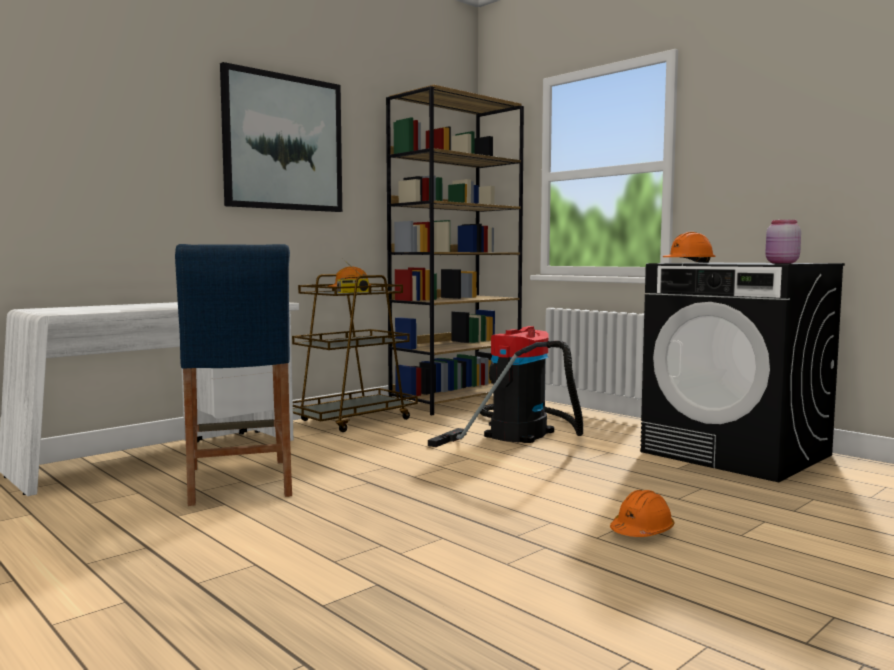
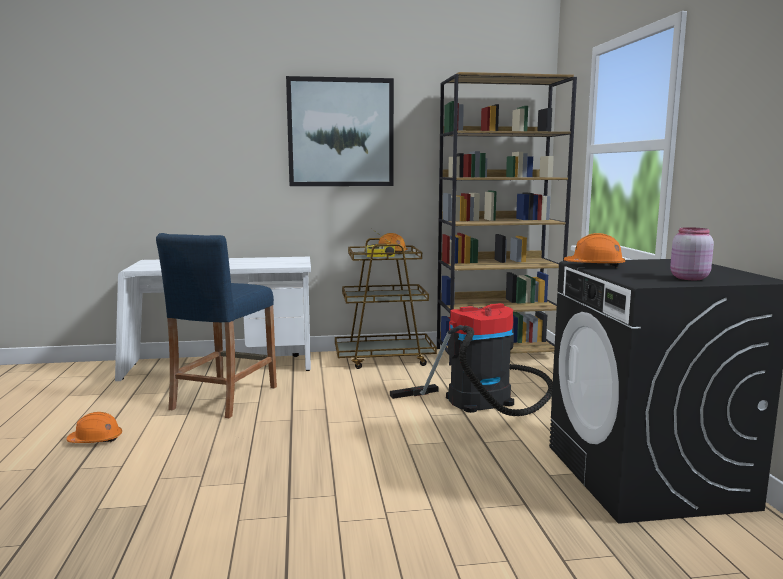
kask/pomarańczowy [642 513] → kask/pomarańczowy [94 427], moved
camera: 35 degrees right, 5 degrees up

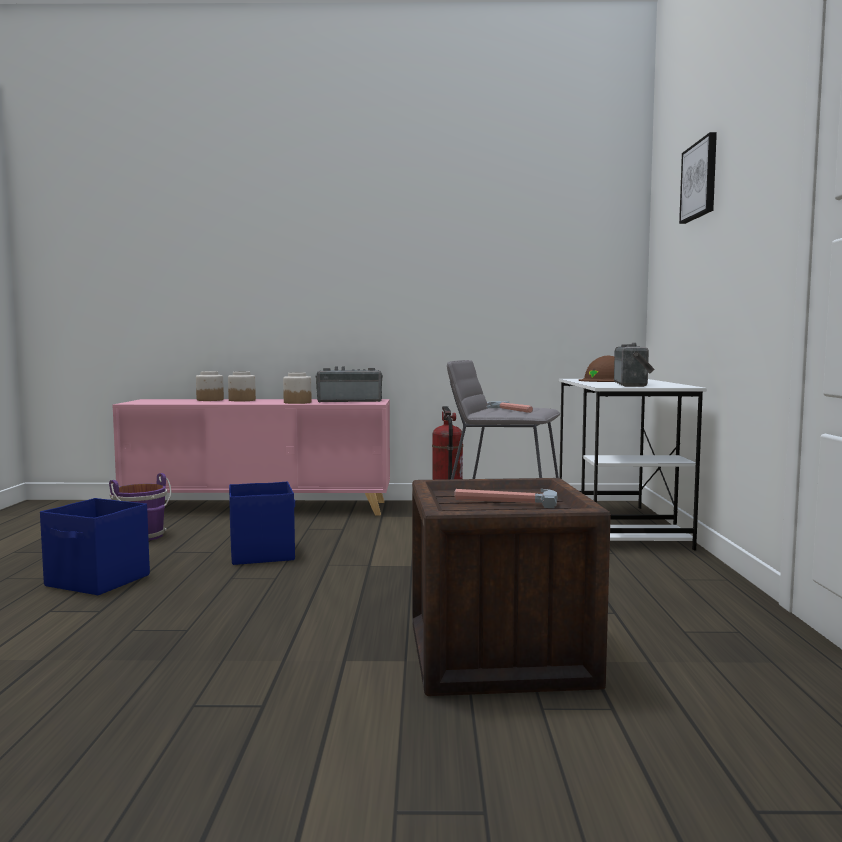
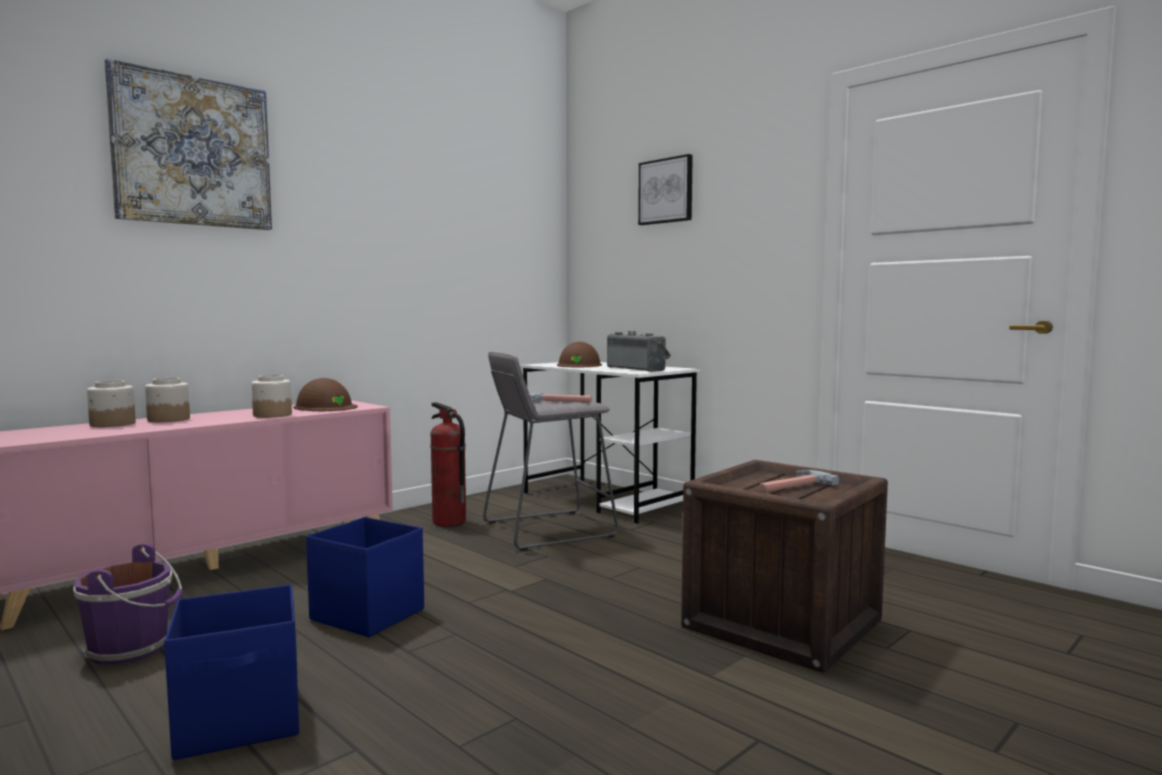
radio [349 384] → kask/brązowy [326 394]
- → obraz [188 144]
camera: 45 degrees left, 0 degrees up

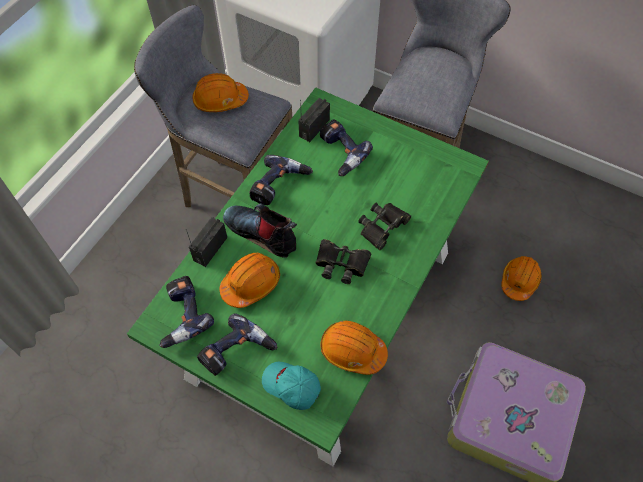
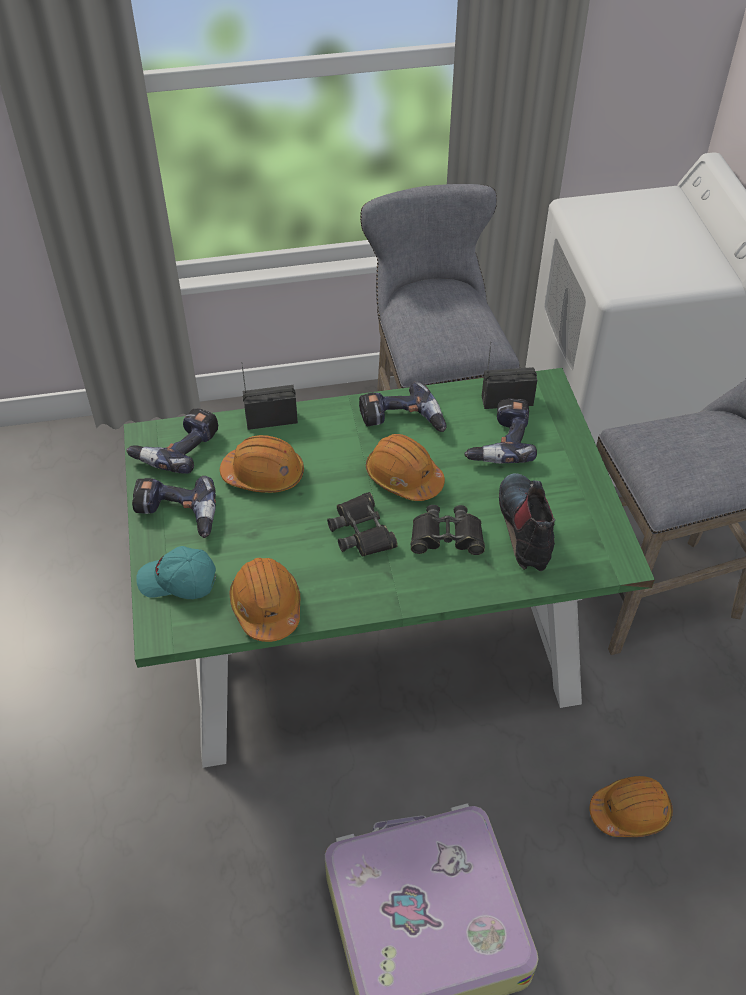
kask/pomarańczowy [220 92] → kask/pomarańczowy [405 467], moved
but z cholewką [260 230] → but z cholewką [527 522], moved
czapka z daszkiem/turkusowy [291 386] → czapka z daszkiem/turkusowy [176 572], 75 degrees counterclockwise
camera: 50 degrees right, 10 degrees down

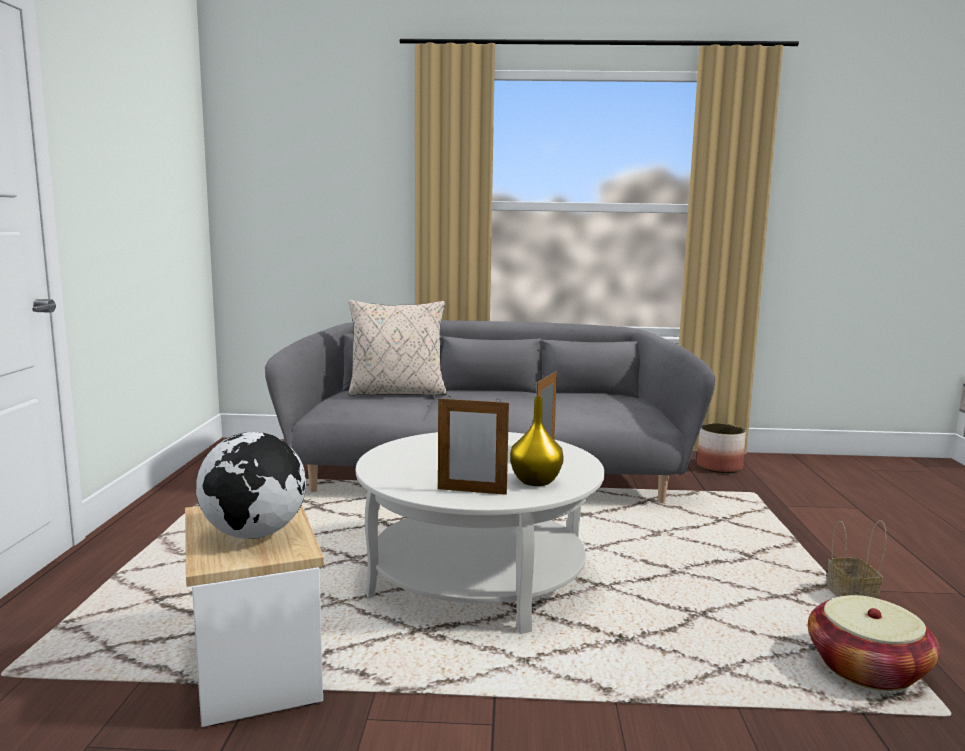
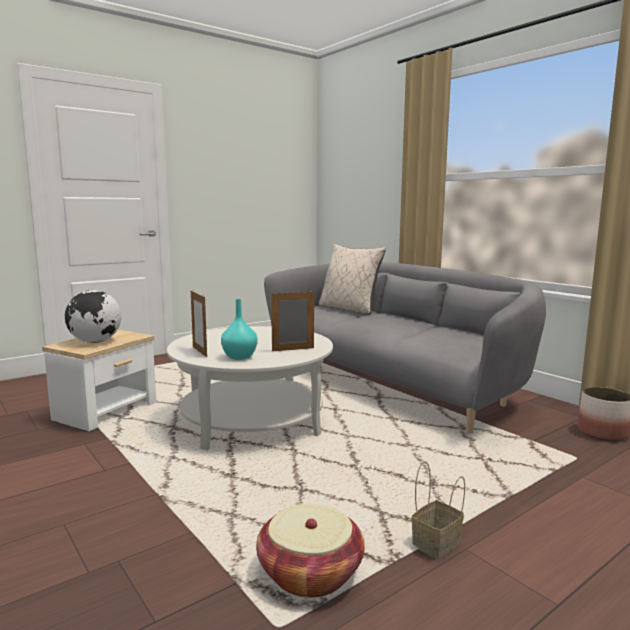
wazon/żółty [537 441] → wazon/turkusowy [239 329]
camera: 50 degrees right, 0 degrees up

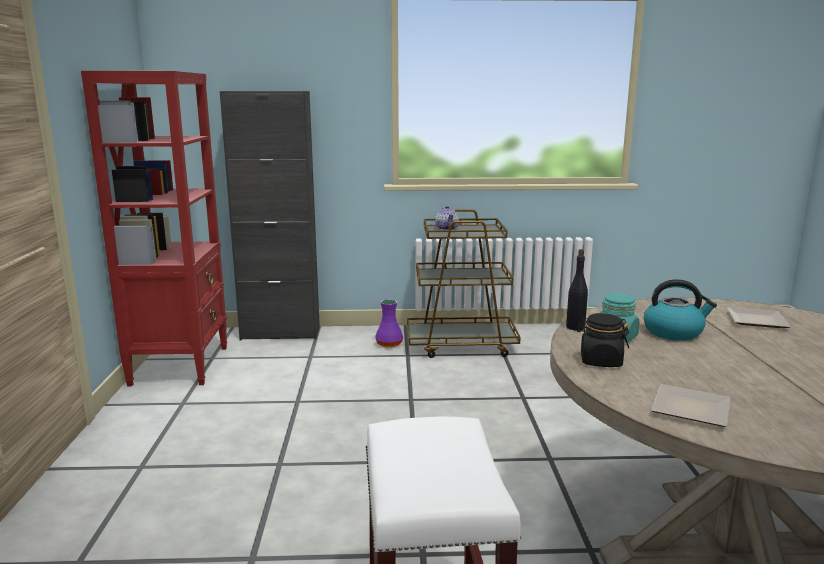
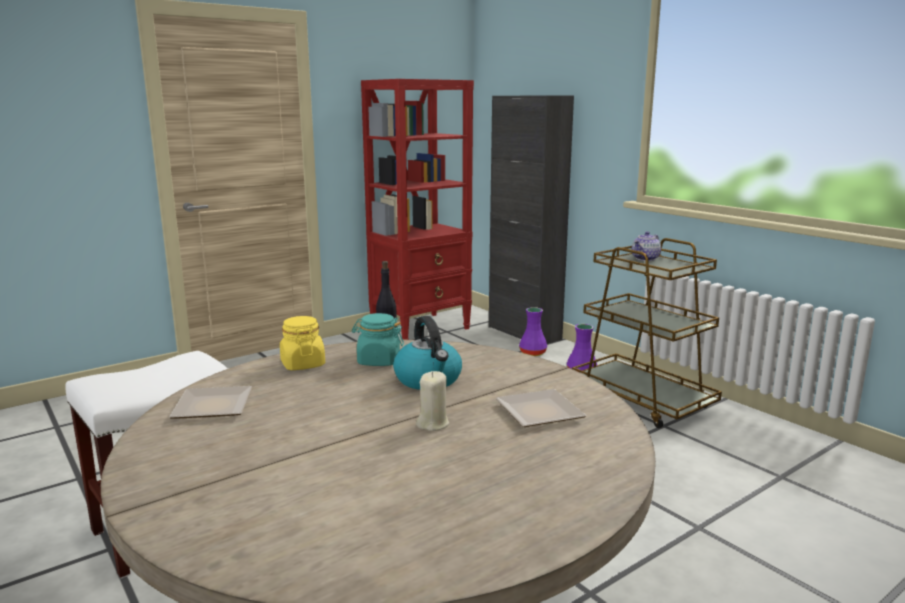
słoik/czarny [603 340] → słoik/żółty [302 343]
- → świeca/beżowy [432 401]
- → wazon/fioletowy [533 331]
camera: 55 degrees right, 0 degrees up

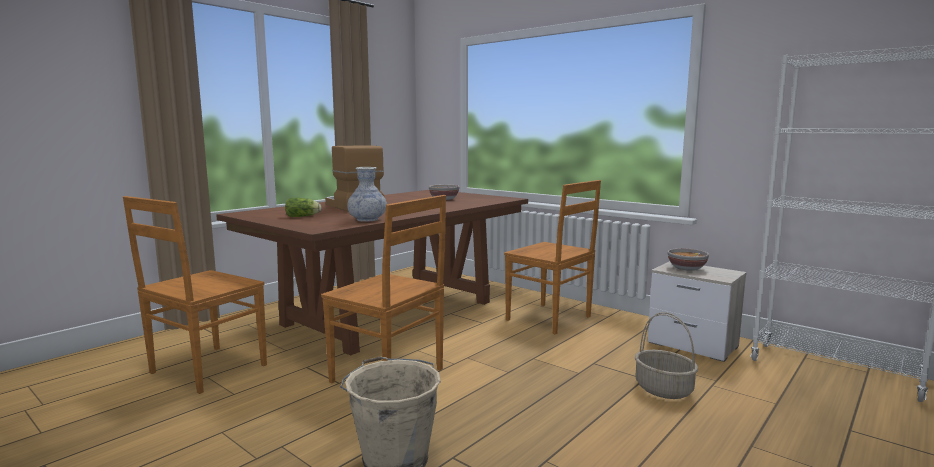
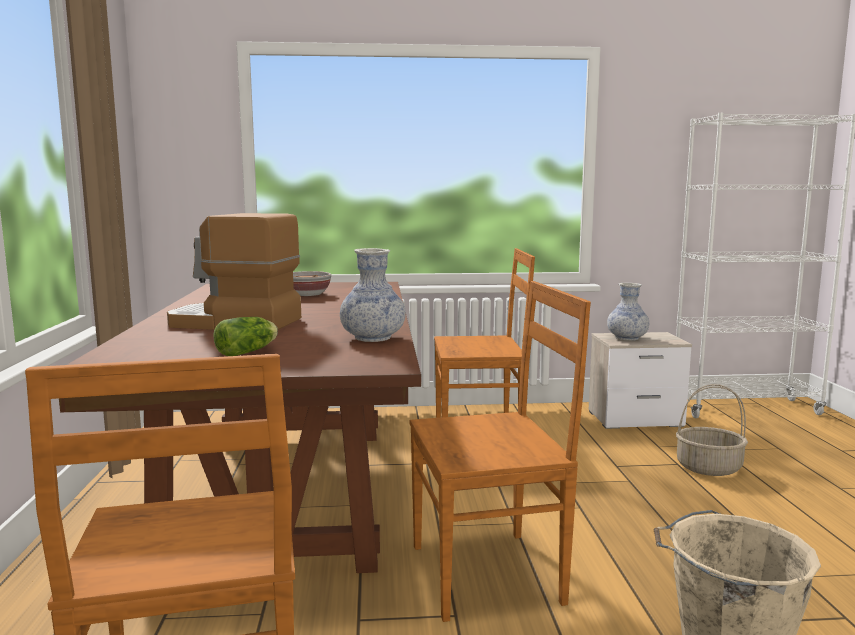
miska [688 259] → wazon [628 312]
camera: 45 degrees left, 0 degrees up

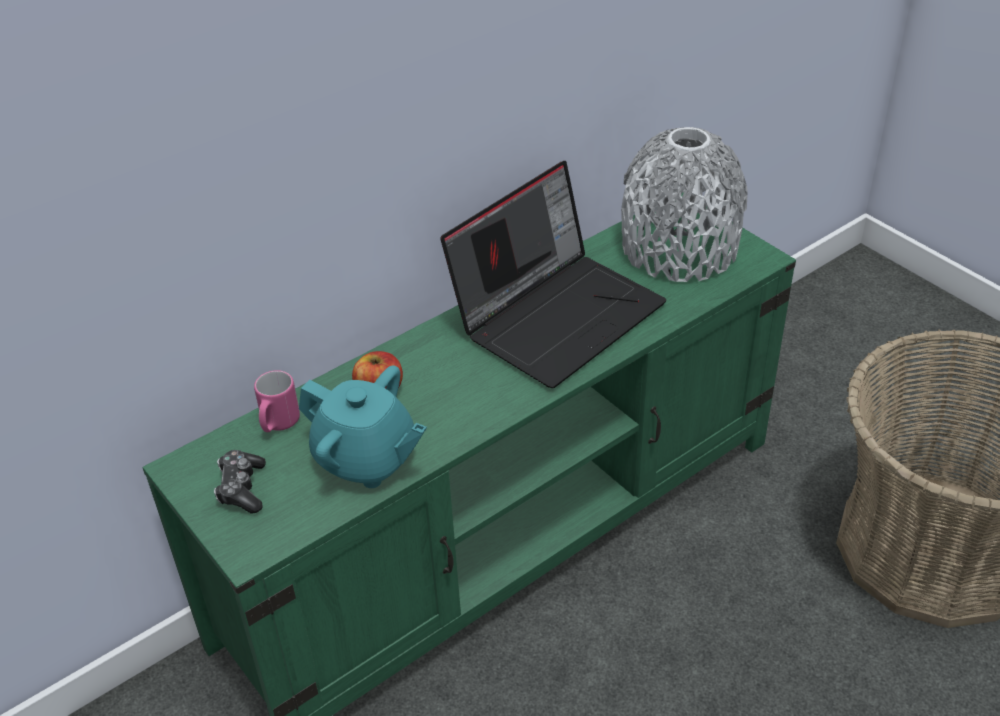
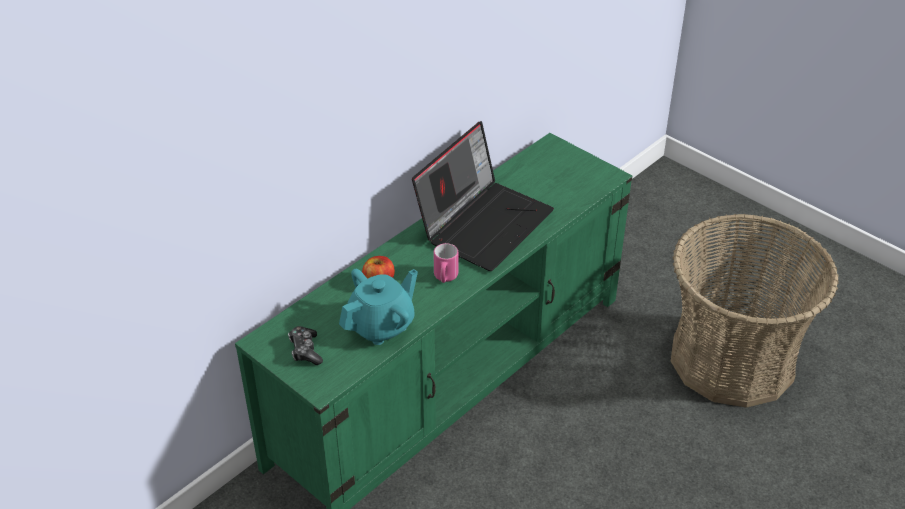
kubek/różowy [277 401] → kubek/różowy [446 263], moved
imbryk/turkusowy [363 427] → imbryk/turkusowy [378 307], 60 degrees counterclockwise
wazon/szary [684 204] → -
camera: 10 degrees left, 0 degrees up

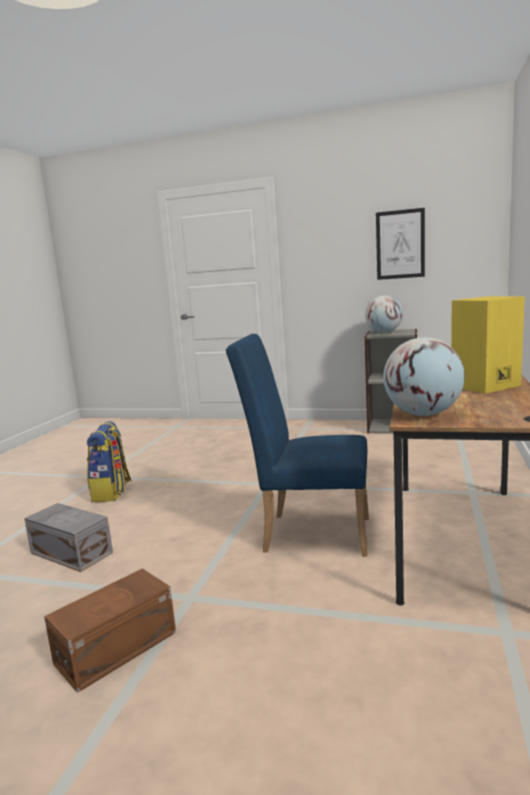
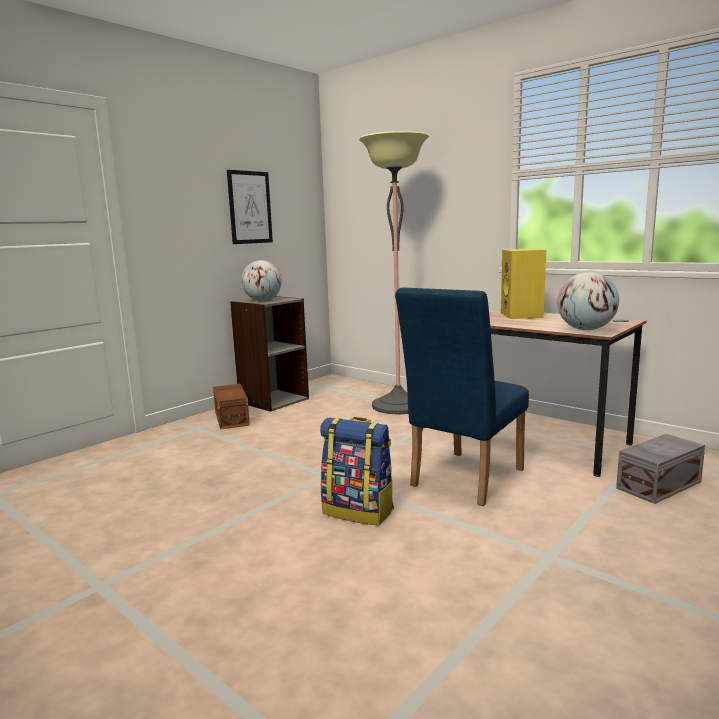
pojemnik do przechowywania/szary [68 537] → pojemnik do przechowywania/szary [660 469], moved
pojemnik do przechowywania/brązowy [110 630] → pojemnik do przechowywania/brązowy [231 407], moved
plecak [109 461] → plecak [357 471], moved
- → lampa stojąca [394 273]
camera: 65 degrees left, 0 degrees up

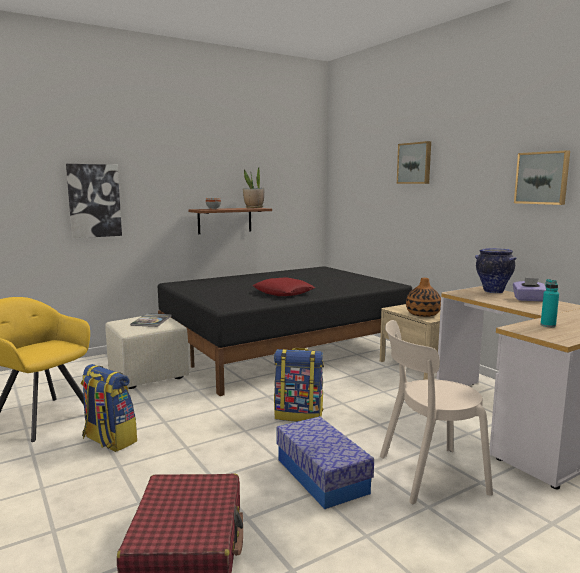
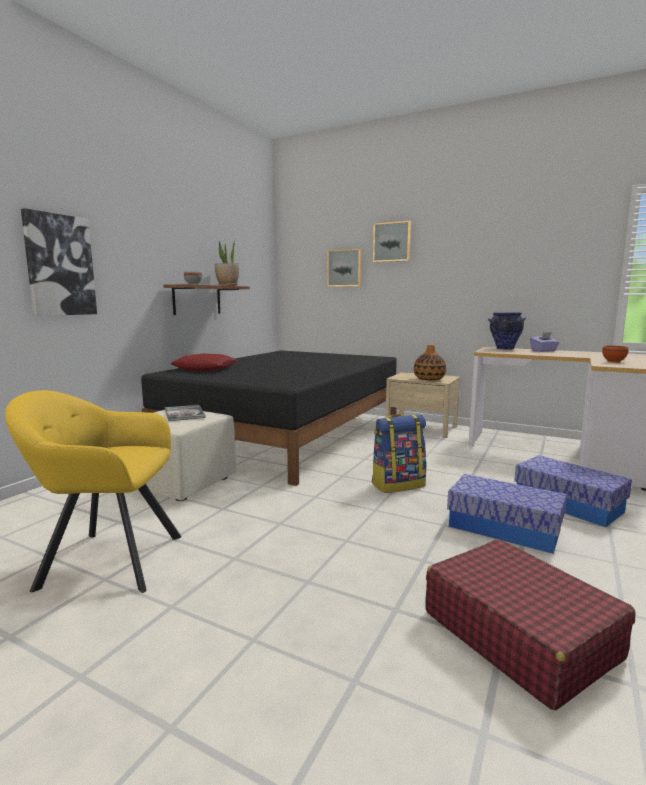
plecak [109 408] → -
poduszka/czerwony [284 286] → poduszka/czerwony [204 362], moved
krzesło/beżowy [436 412] → pojemnik do przechowywania [573 491]
obraz [542 177] → obraz [345 268], moved
butelka/turkusowy [550 303] → miska/brązowy [615 354]
camera: 30 degrees left, 0 degrees up

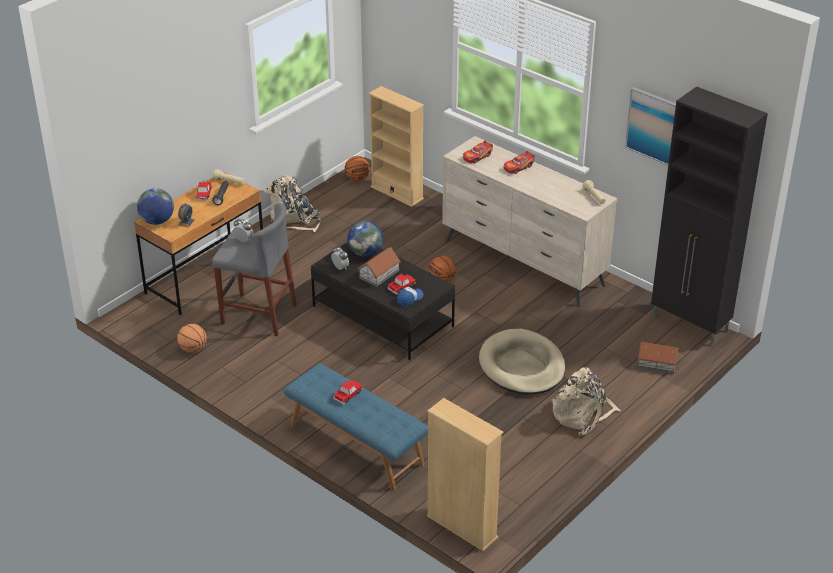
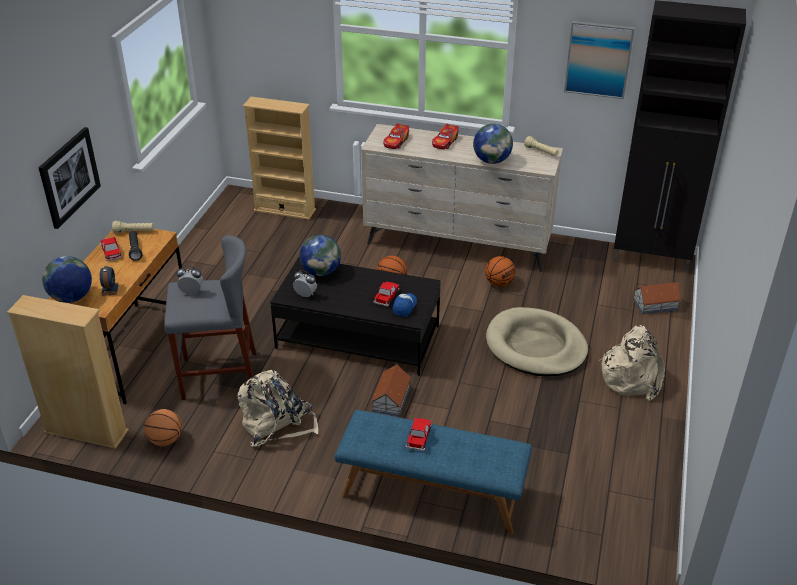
plecak/beżowy [293 203] → plecak/beżowy [278 408], moved
piłka do koszykówki [357 168] → piłka do koszykówki [500 271], moved
domek [379 267] → domek [391 391], moved
regał/beżowy [465 474] → regał/beżowy [68 372], moved
- → obraz [69 178]
- → globus [493 144]
camera: 25 degrees left, 0 degrees up

